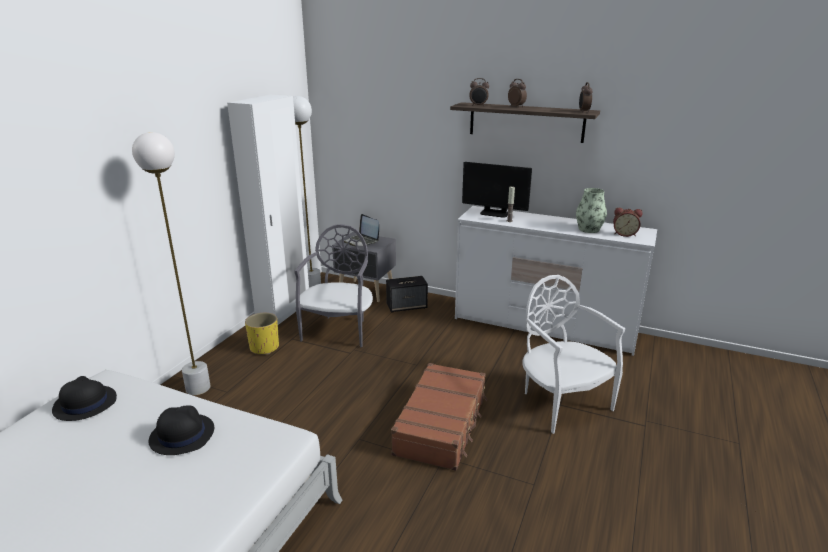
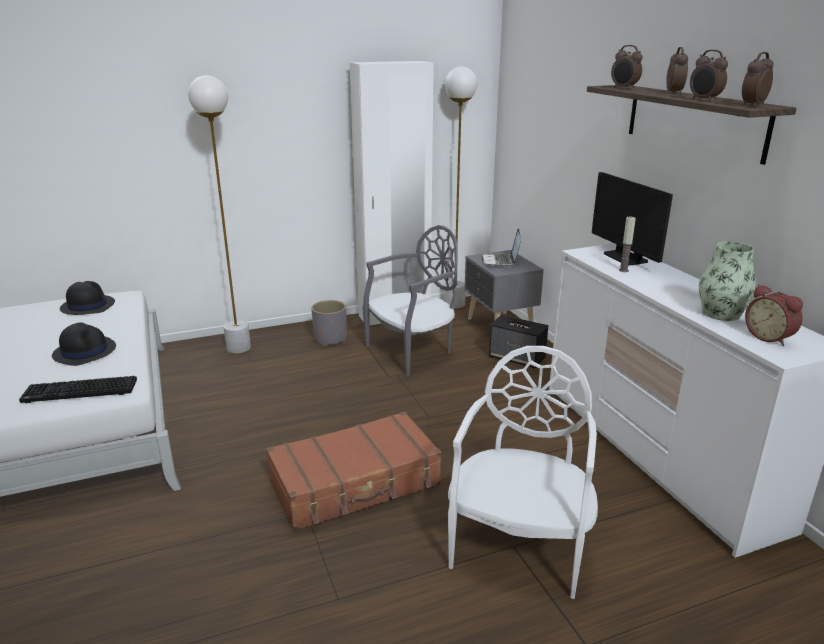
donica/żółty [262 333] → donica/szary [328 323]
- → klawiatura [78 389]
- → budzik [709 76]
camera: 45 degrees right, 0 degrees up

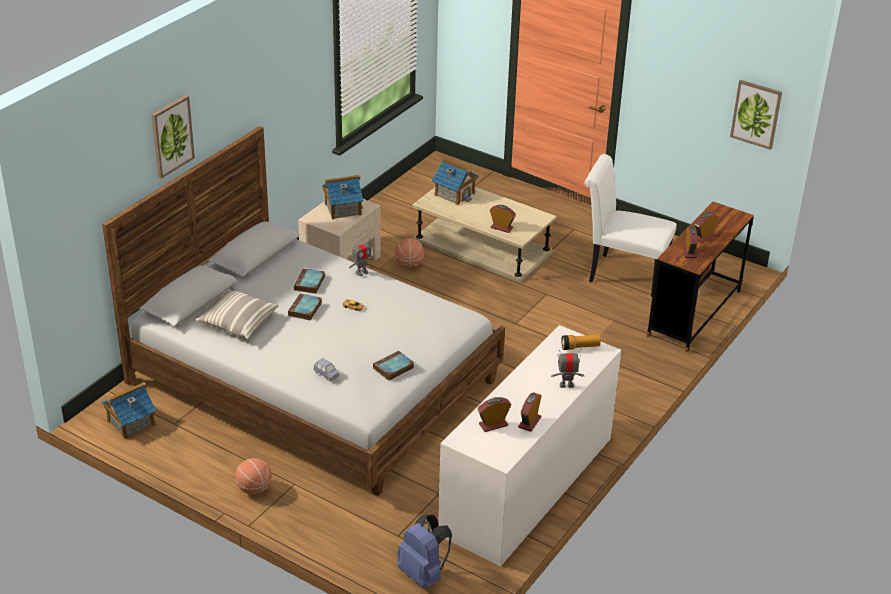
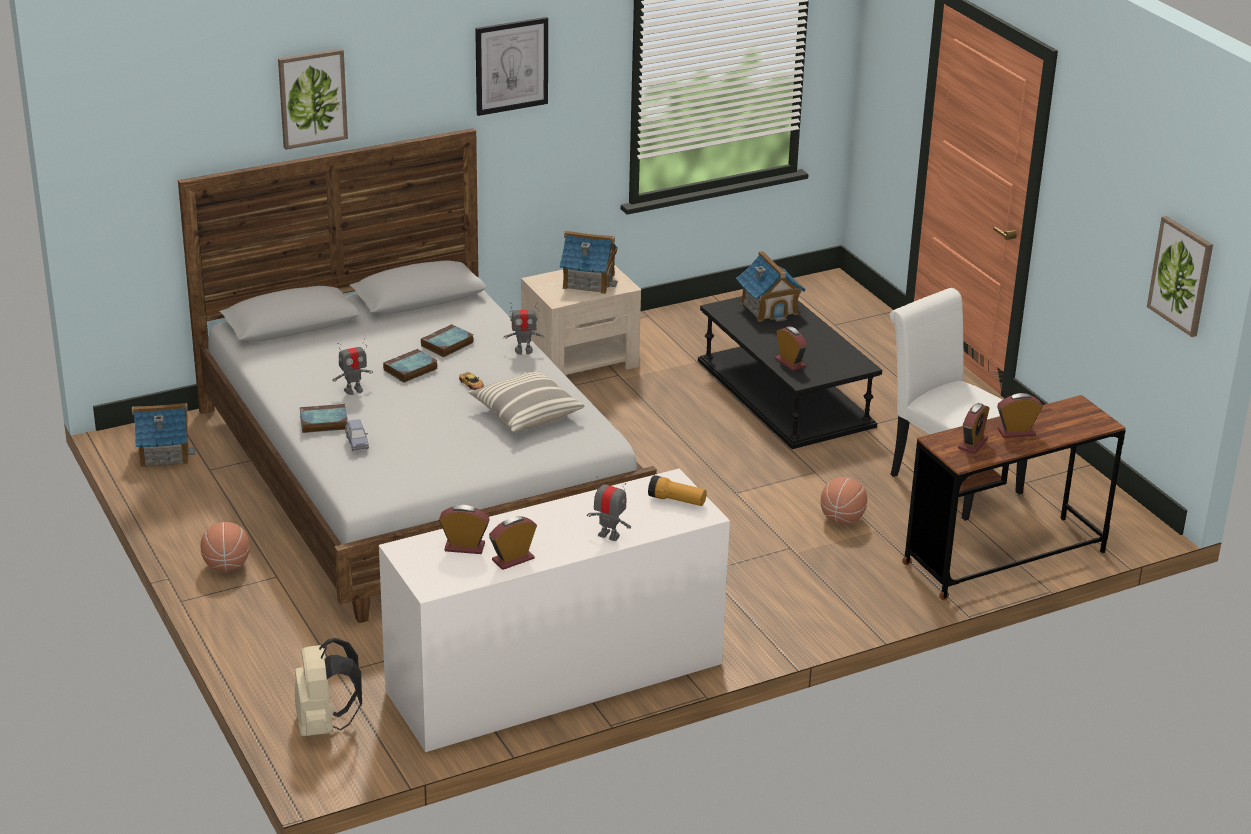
poduszka [237 314] → poduszka [526 401], moved
książka [393 366] → książka [324 418], moved
piłka do koszykówki [409 253] → piłka do koszykówki [843 500], moved
plecak/niebieski [424 551] → plecak/beżowy [328 687]
ława/beżowy [484 235] → ława/czarny [790 372]
- → robot zabawkowy [353 367]
- → obraz [511 66]
camera: 30 degrees right, 5 degrees down

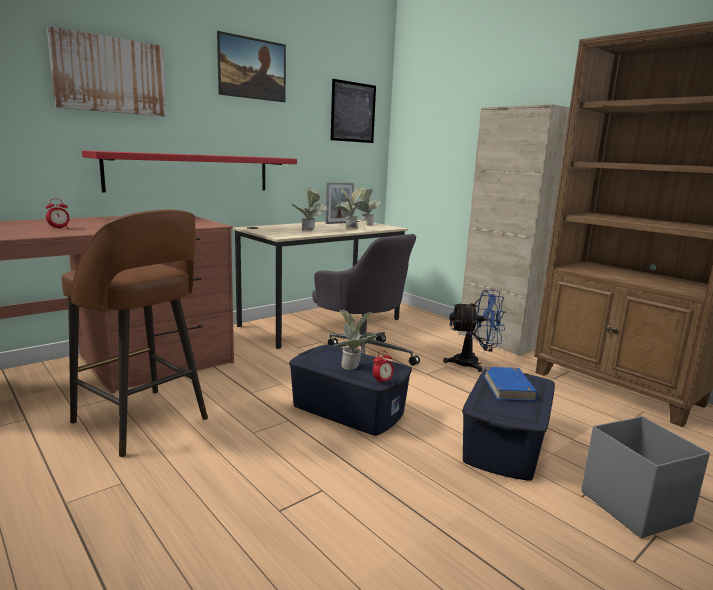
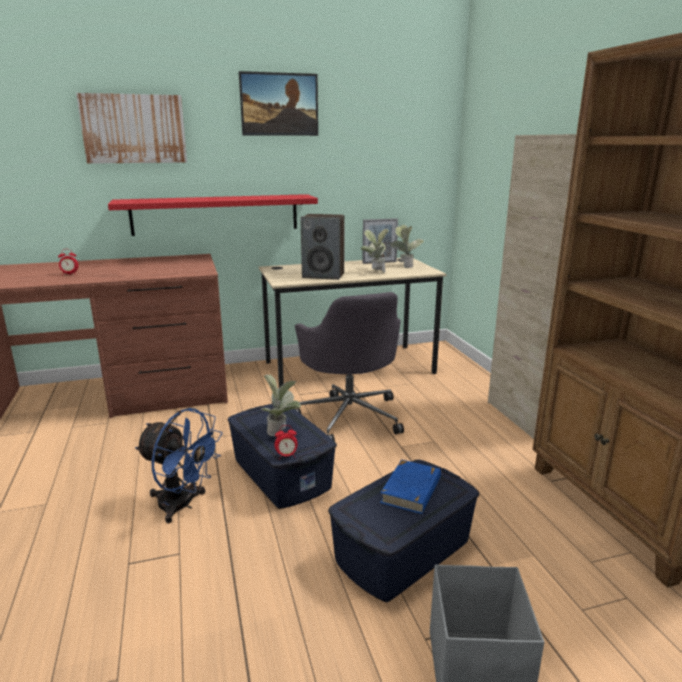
stołek/brązowy [135 333] → -
roślina doniczkowa [309 209] → głośnik [322 247]
obraz [353 111] → -
wentylator/niebieski [474 331] → wentylator/niebieski [179 465], moved
camera: 25 degrees right, 5 degrees up

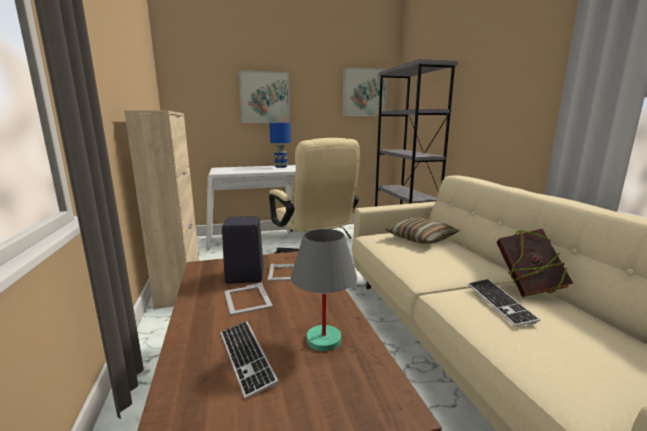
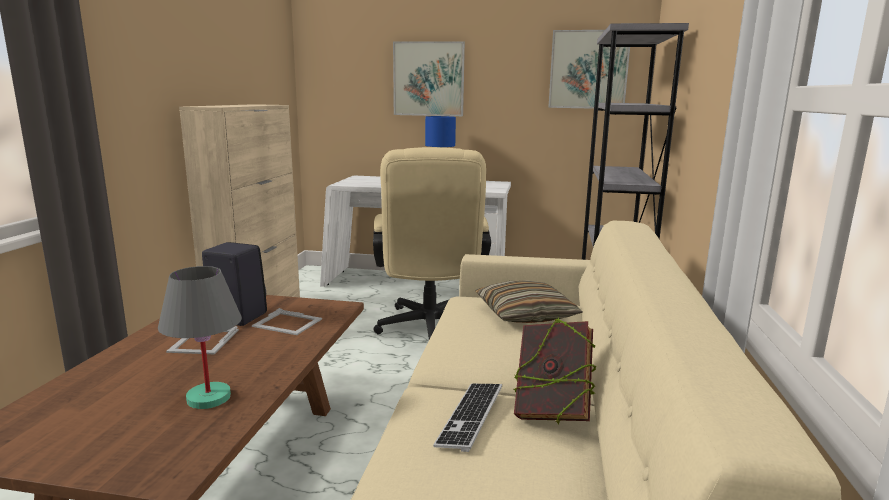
klawiatura [249 360] → -
camera: 25 degrees right, 0 degrees up

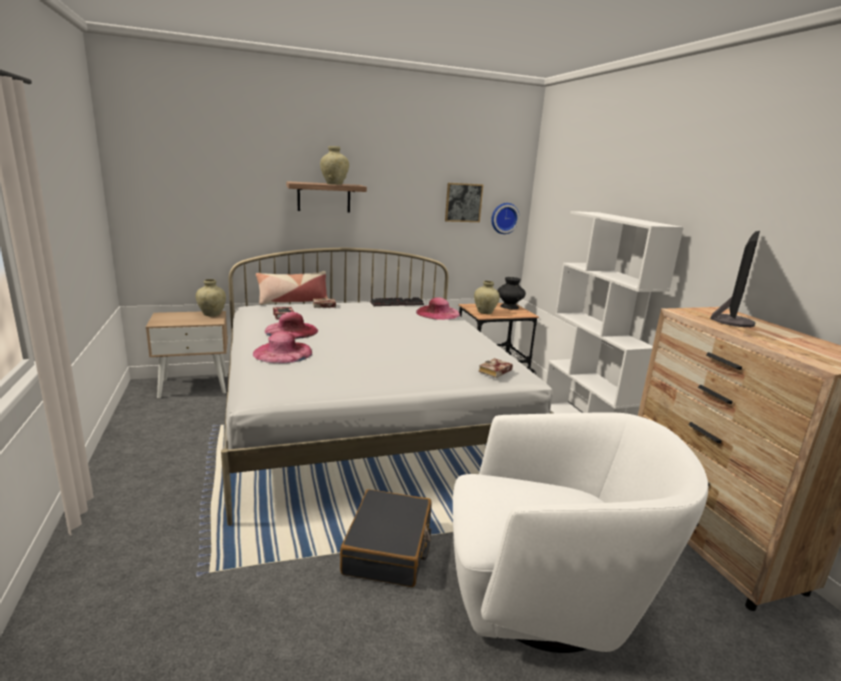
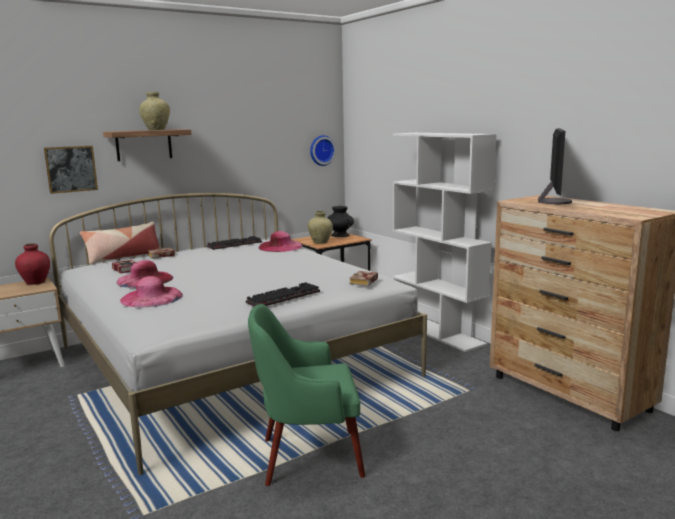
wazon/beżowy [211 298] → wazon/czerwony [32 264]
walizka/czarny [386 538] → fotel/zielony [306 395]
obraz [464 202] → obraz [71 170], moved
fotel/biały [580 532] → -
- → klawiatura [283 294]
camera: 15 degrees left, 5 degrees down

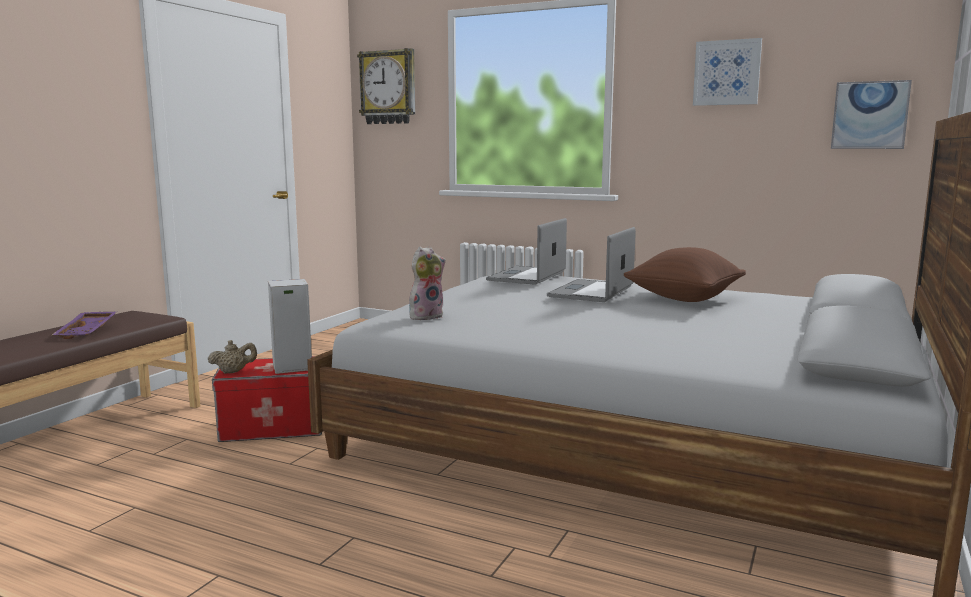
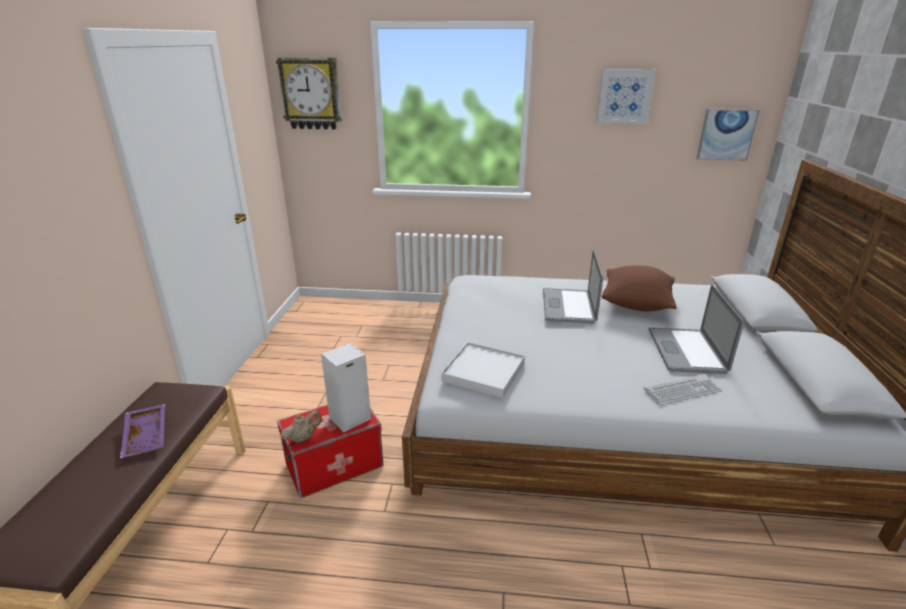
pluszak [427 283] → taca/biały [483 370]
laptop [526 251] → laptop [696 329], moved
- → klawiatura [683 389]
camera: 20 degrees left, 15 degrees up

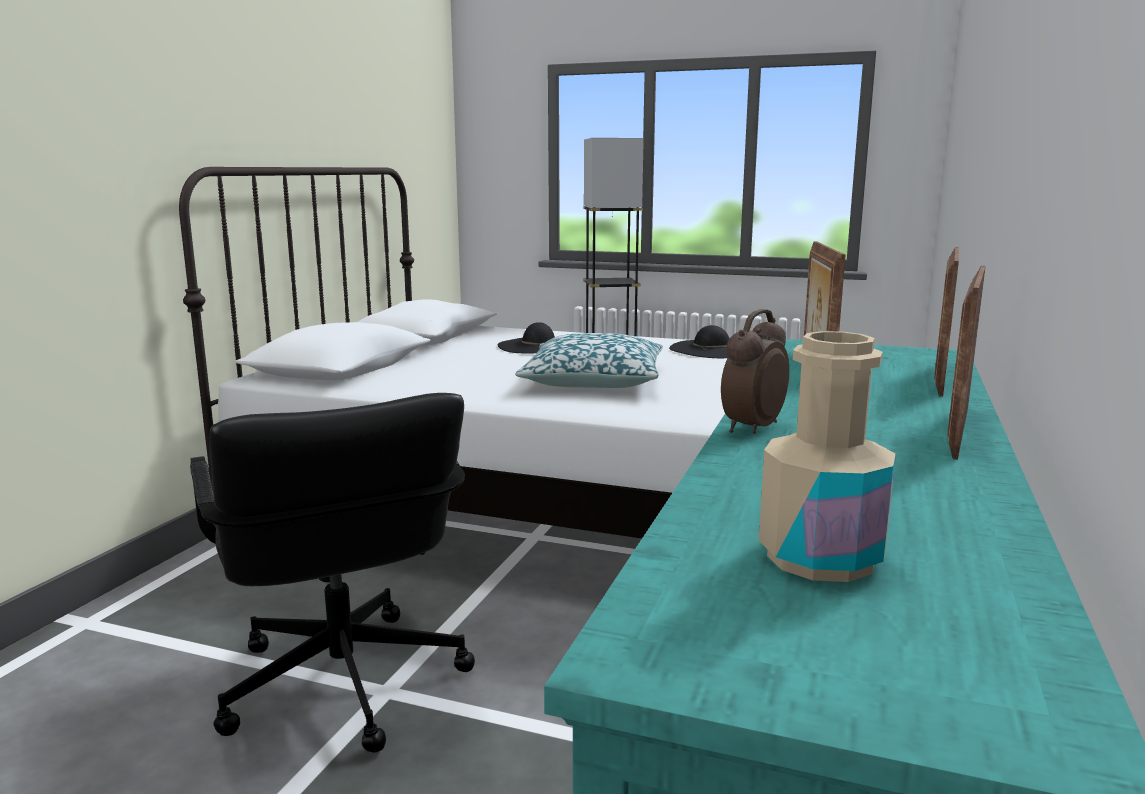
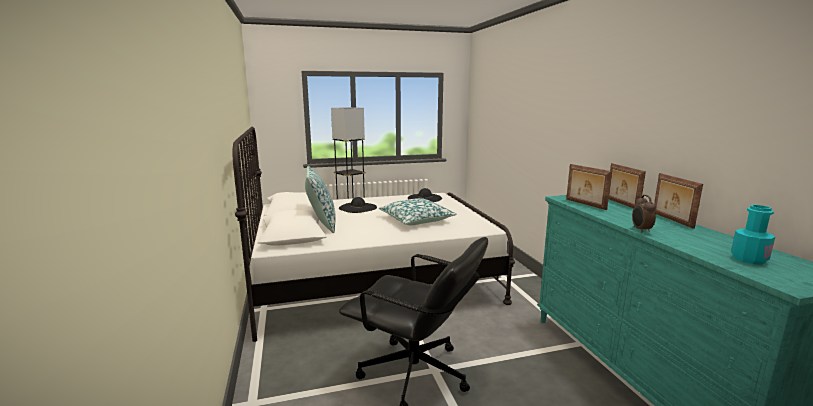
butelka/beżowy [827 456] → butelka/turkusowy [753 234]
- → poduszka [320 199]
camera: 35 degrees left, 0 degrees up

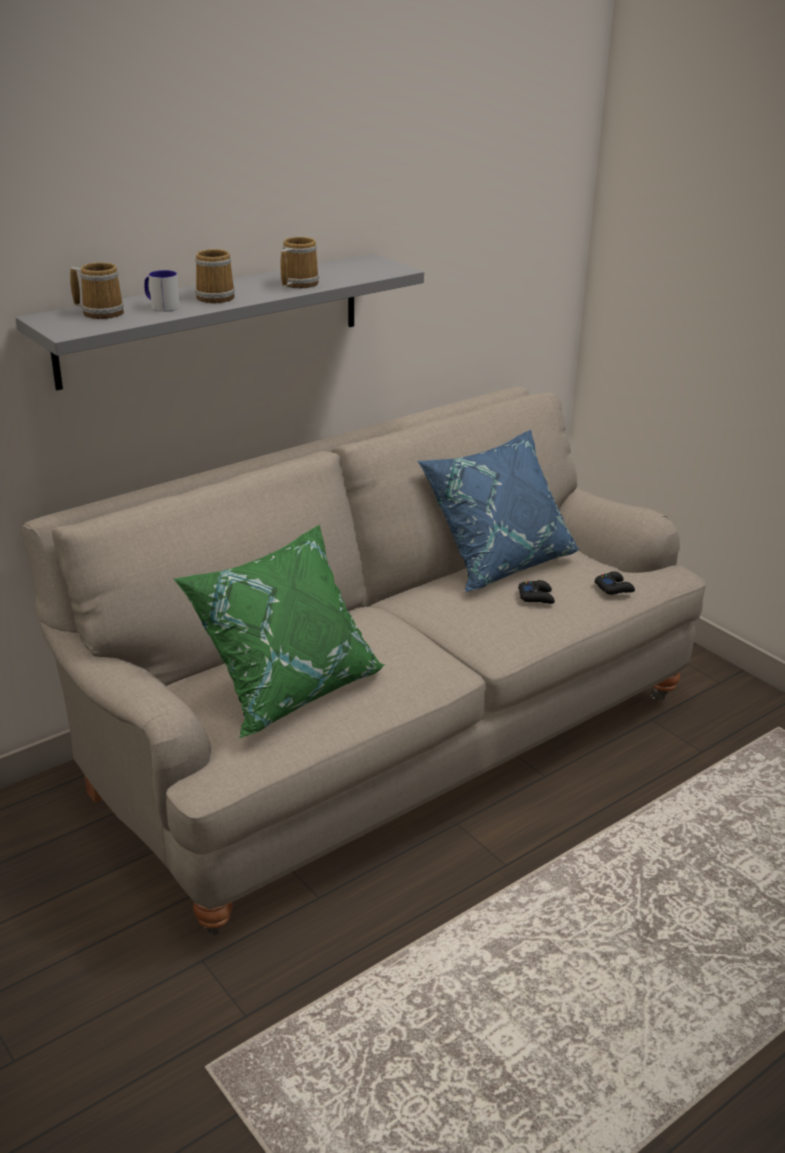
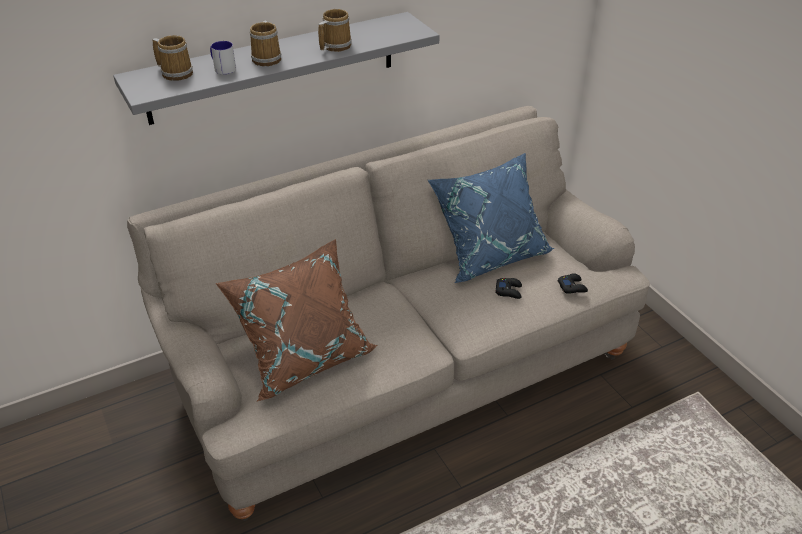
poduszka/zielony [279 631] → poduszka/brązowy [297 320]
camera: 10 degrees right, 10 degrees up

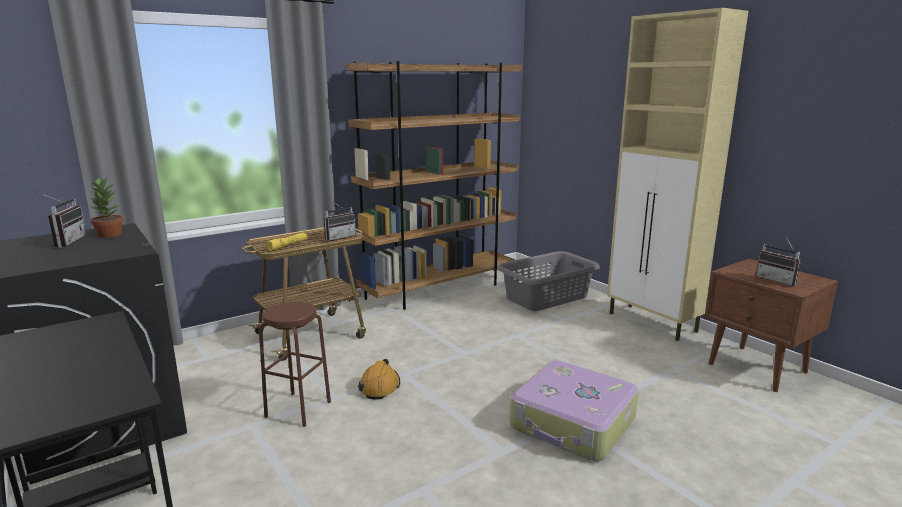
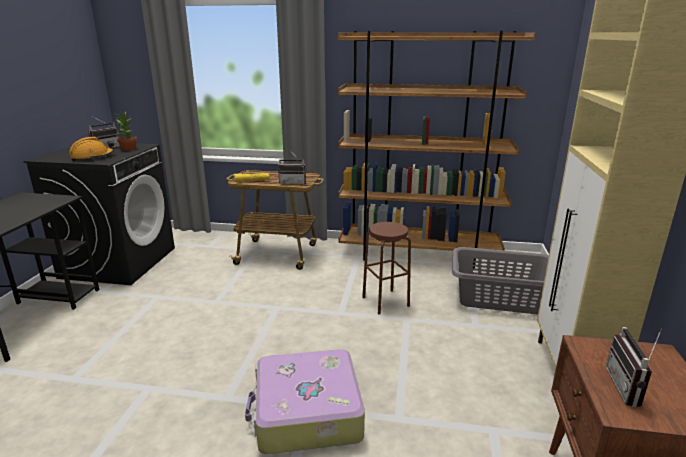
stołek/brązowy [295 364] → stołek/brązowy [386 268], moved
kask/pomarańczowy [379 379] → kask/pomarańczowy [91 149], moved
camera: 45 degrees right, 5 degrees up

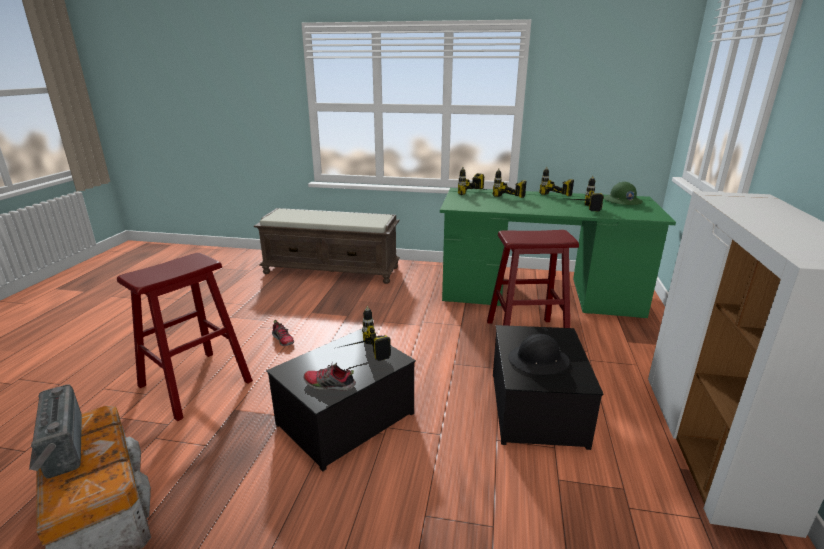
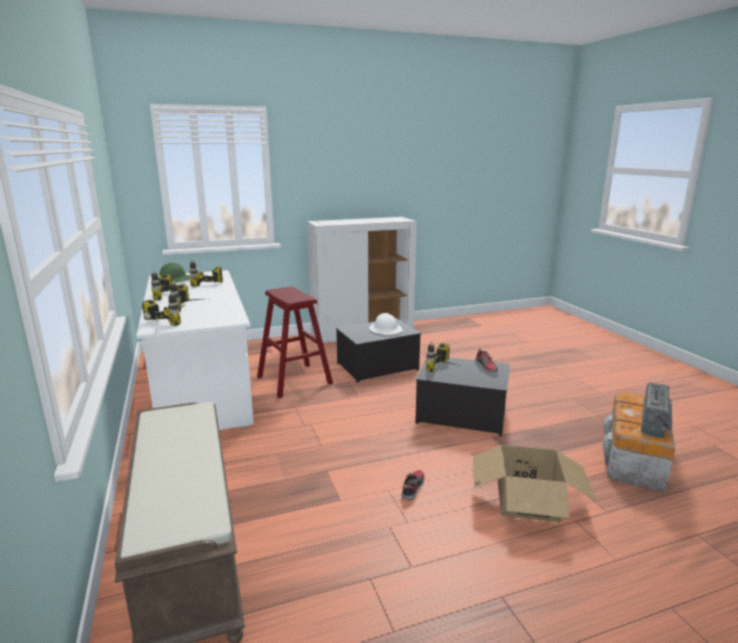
stołek/czerwony [185 337] → karton [534 483]
biurko/zielony [558 253] → biurko/biały [195 350]
kask/czarny [539 354] → kask/biały [386 324]
camera: 120 degrees left, 5 degrees down

